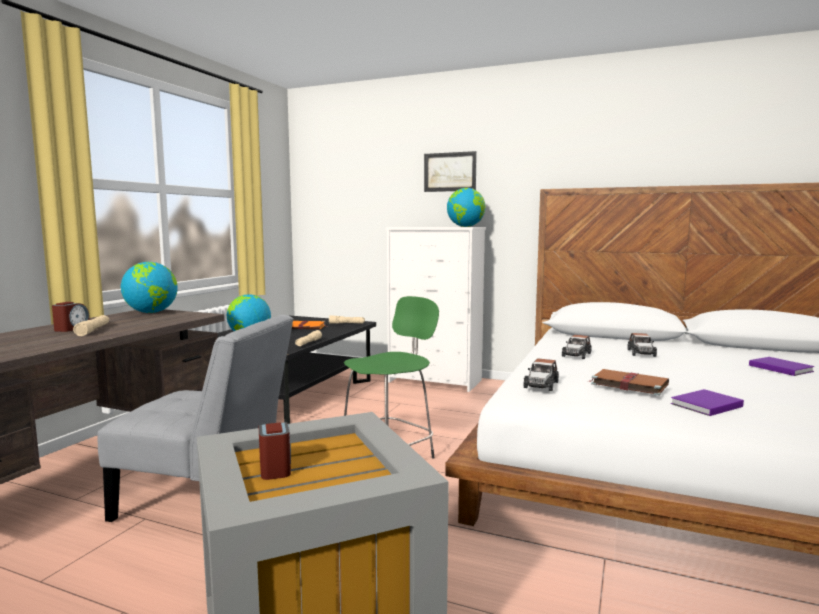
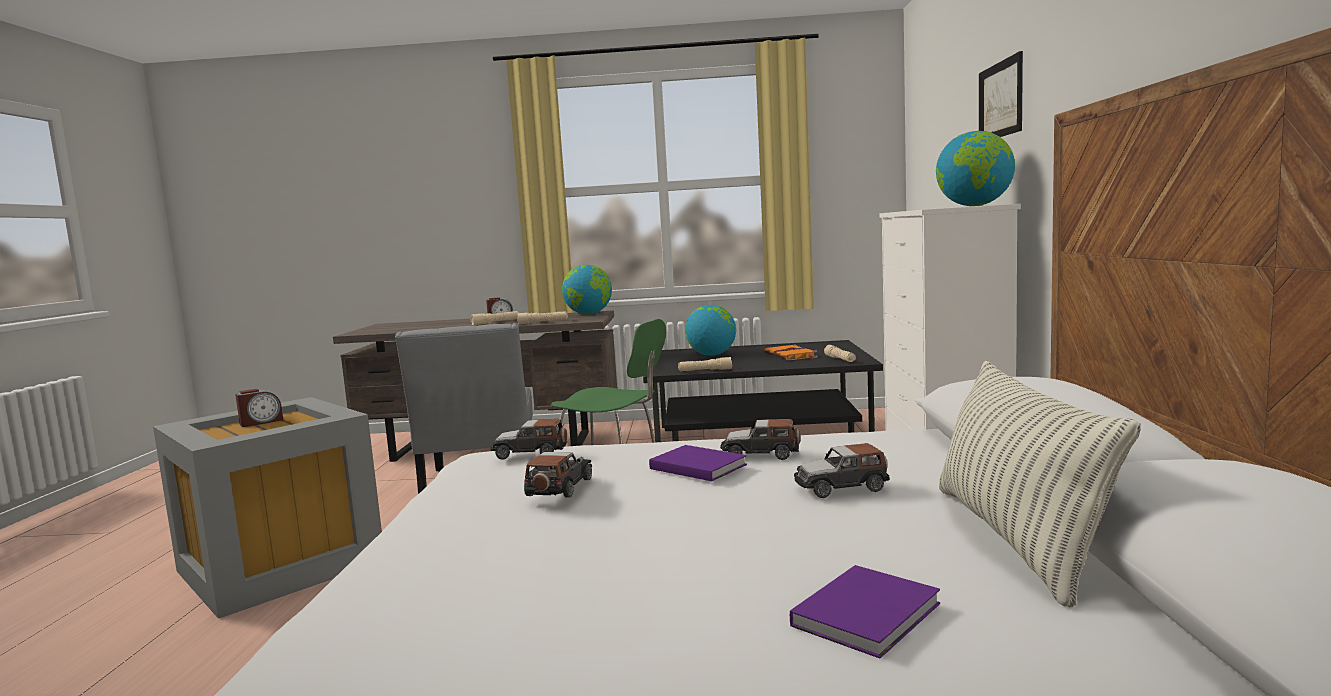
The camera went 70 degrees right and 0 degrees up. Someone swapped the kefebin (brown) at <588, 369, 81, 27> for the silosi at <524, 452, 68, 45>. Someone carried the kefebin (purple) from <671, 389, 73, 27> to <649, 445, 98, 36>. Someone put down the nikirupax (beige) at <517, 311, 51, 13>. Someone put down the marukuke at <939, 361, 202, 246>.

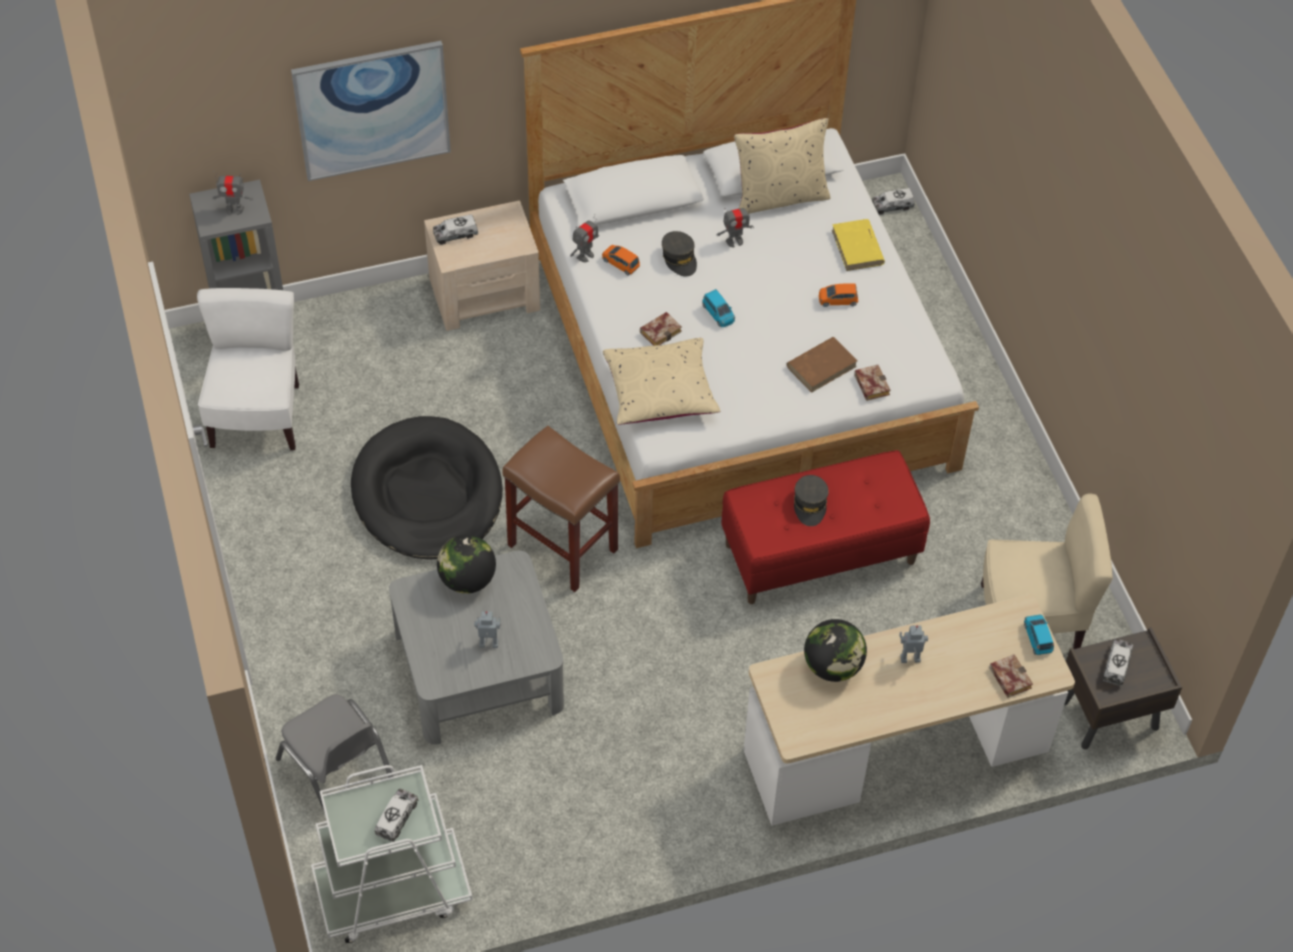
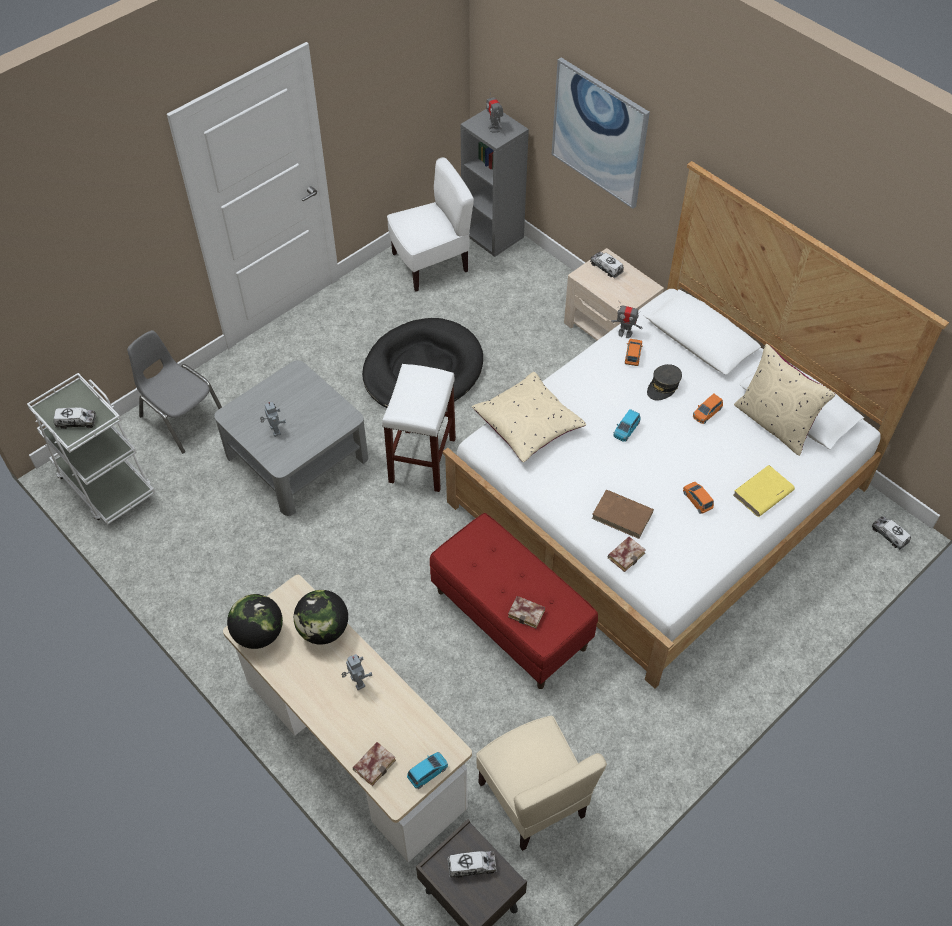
The camera went 65 degrees right and 0 degrees up. Someone rotated the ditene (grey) at <276, 694, 118, 119> by 105 degrees clockwise. Someone carried the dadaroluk from <437, 535, 59, 59> to <227, 594, 56, 55>. Someone repainted the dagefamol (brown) at <503, 425, 117, 167>, which became the dagefamol (white) at <382, 364, 74, 128>. Someone carried the kefebin from <640, 312, 42, 33> to <508, 596, 37, 32>. Someone swapped the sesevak at <716, 204, 38, 43> for the silosi (orange) at <693, 394, 30, 30>. Someone took away the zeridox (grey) at <794, 475, 35, 51>.

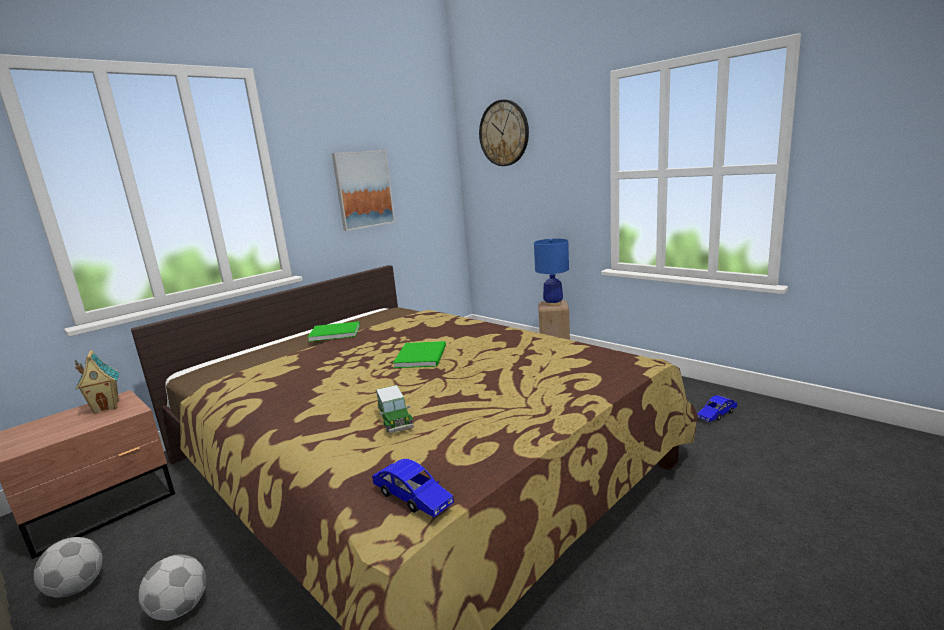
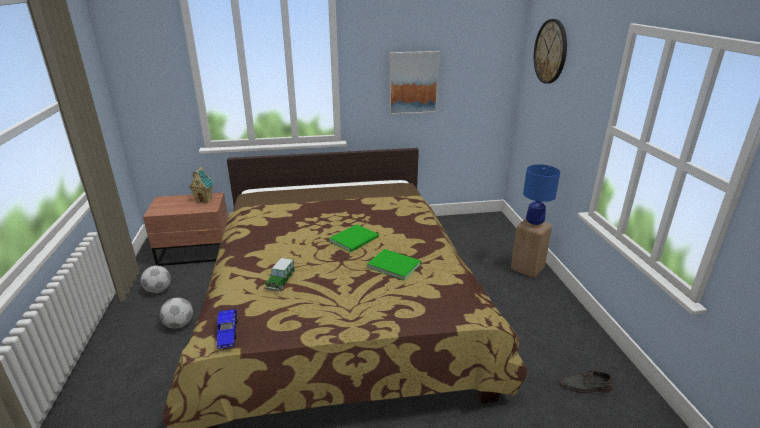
The camera went 35 degrees right and 10 degrees up. Someone carried the kefebin (green) from <308, 321, 52, 21> to <367, 249, 54, 32>. Someone swapped the silosi (blue) at <697, 395, 40, 27> for the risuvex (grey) at <560, 370, 53, 24>.

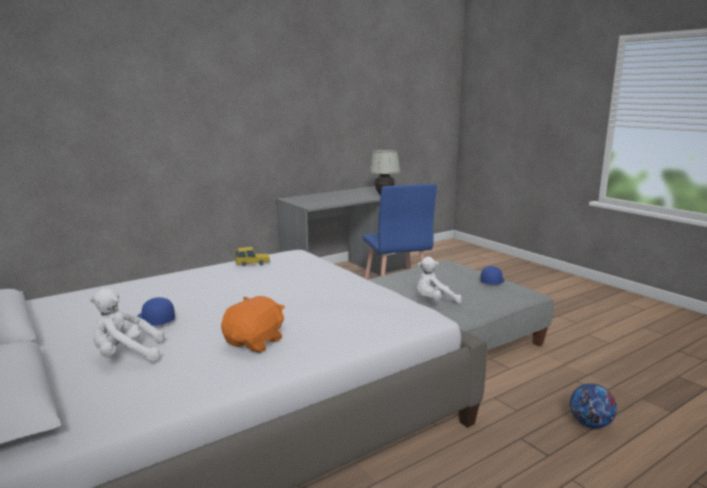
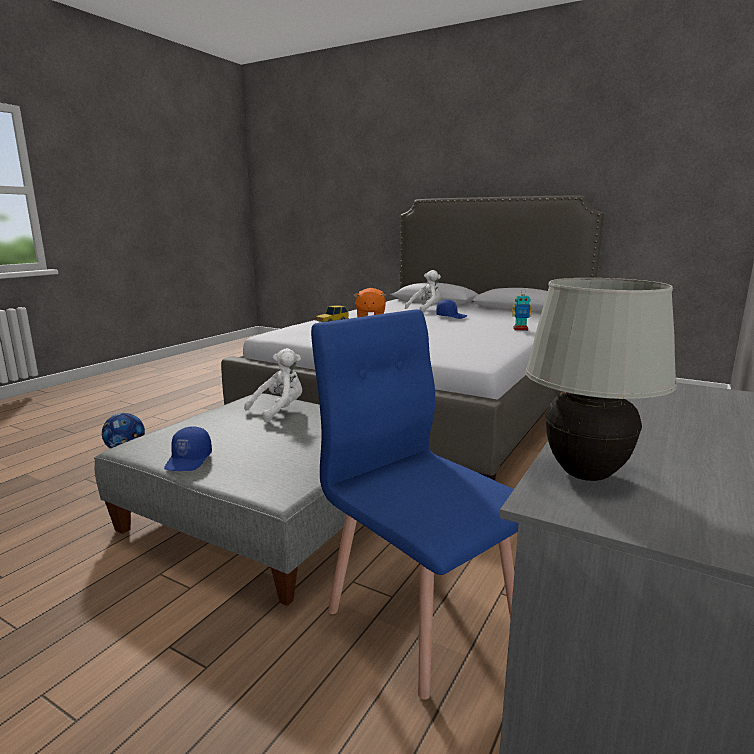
The camera went 155 degrees right and 0 degrees up. Someone carried the silosi from <235, 247, 35, 19> to <315, 305, 34, 17>. Someone put down the sesevak at <512, 289, 20, 42>.

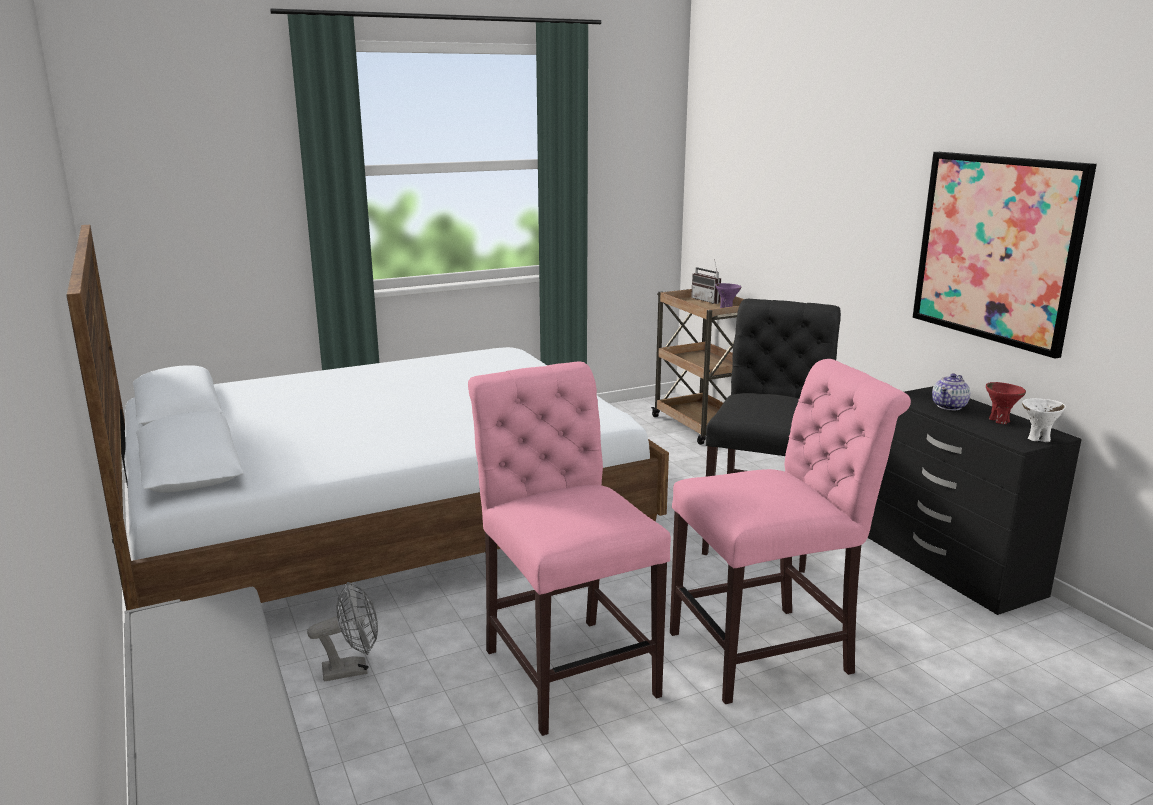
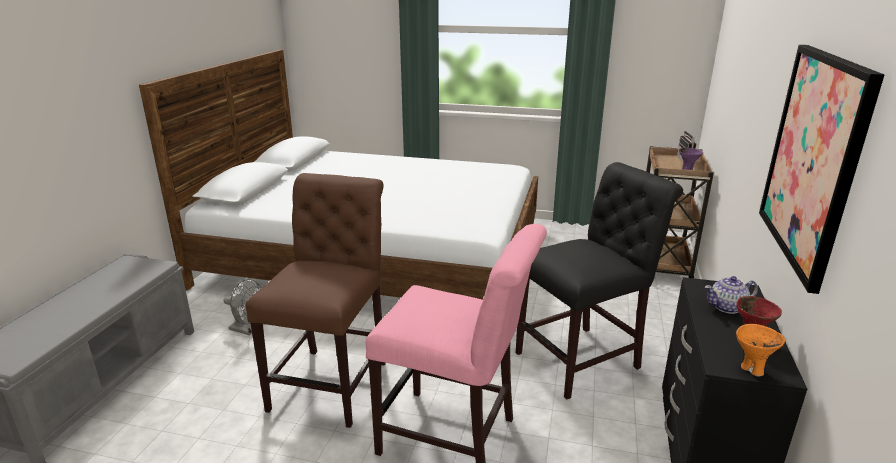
The camera went 40 degrees right and 5 degrees up. Someone repainted the ditene (pink) at <468, 362, 203, 374>, which became the ditene (brown) at <246, 173, 140, 255>. Someone repainted the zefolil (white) at <1022, 398, 44, 44>, which became the zefolil (orange) at <736, 324, 49, 52>.

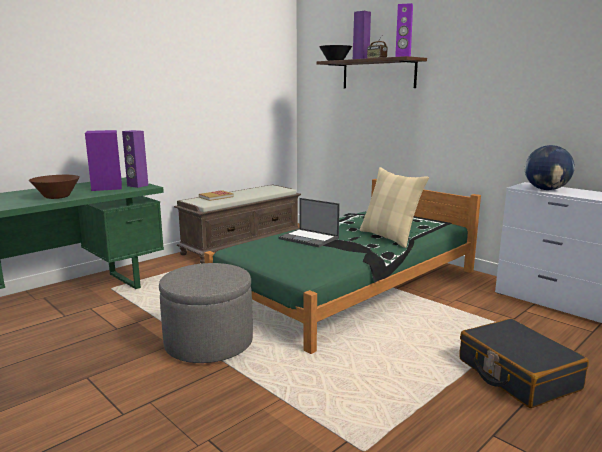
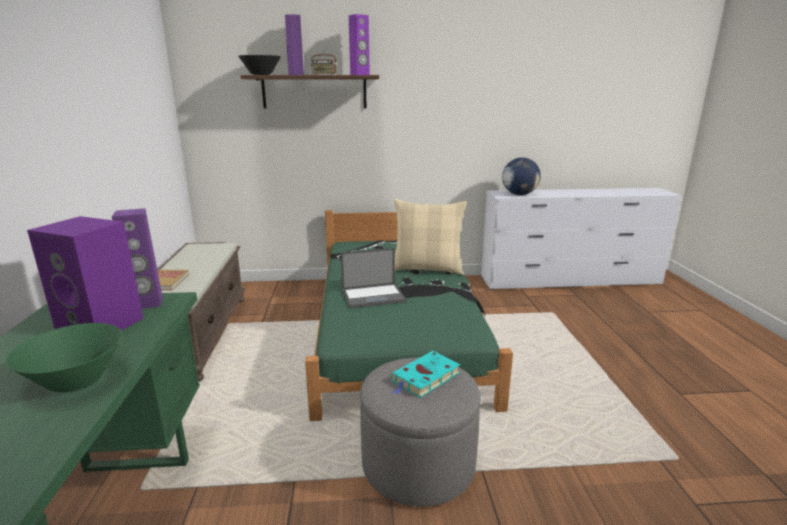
The camera went 50 degrees left and 5 degrees up. Someone repainted the zefolil (brown) at <29, 175, 51, 24>, which became the zefolil (green) at <6, 323, 116, 70>. Someone took away the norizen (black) at <459, 318, 130, 90>. Someone put down the kefebin (turquoise) at <391, 351, 69, 47>.

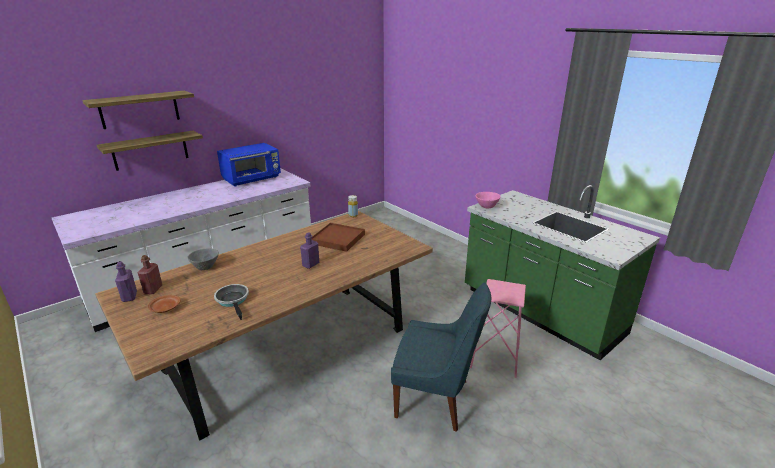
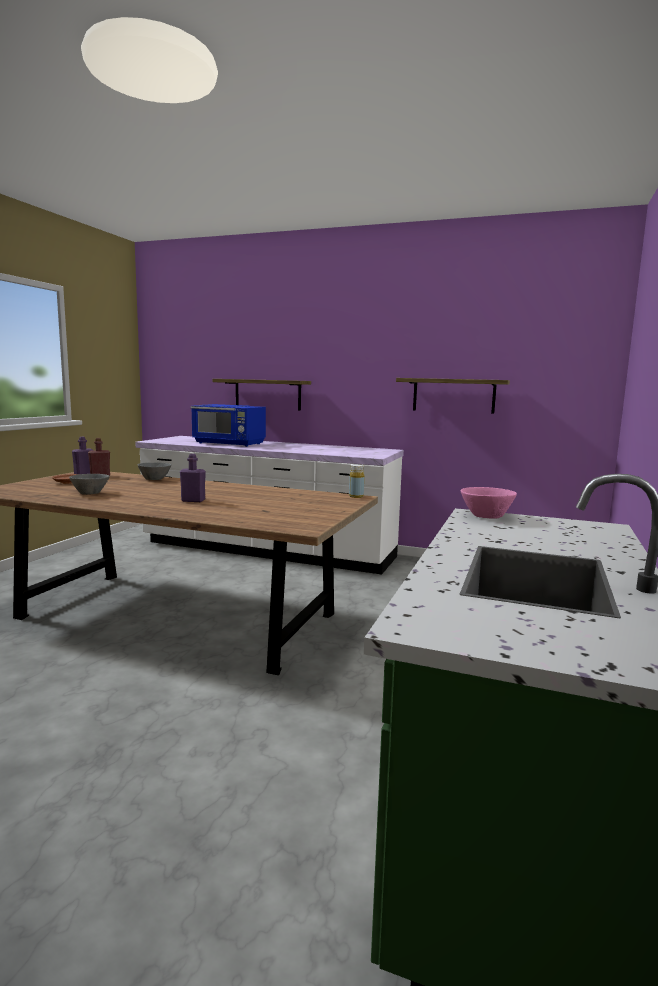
The camera went 60 degrees right and 15 degrees down. Someone carried the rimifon from <82, 91, 112, 38> to <396, 378, 114, 36>. Someone swapped the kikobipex at <214, 284, 35, 36> for the zefolil (grey) at <69, 474, 41, 21>. Someone carried the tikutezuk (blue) from <217, 143, 64, 43> to <191, 404, 75, 43>. Someone took away the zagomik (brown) at <312, 223, 53, 29>. Someone took away the ditene (blue) at <391, 283, 100, 149>. Someone took away the dagefamol (pink) at <470, 279, 56, 99>.

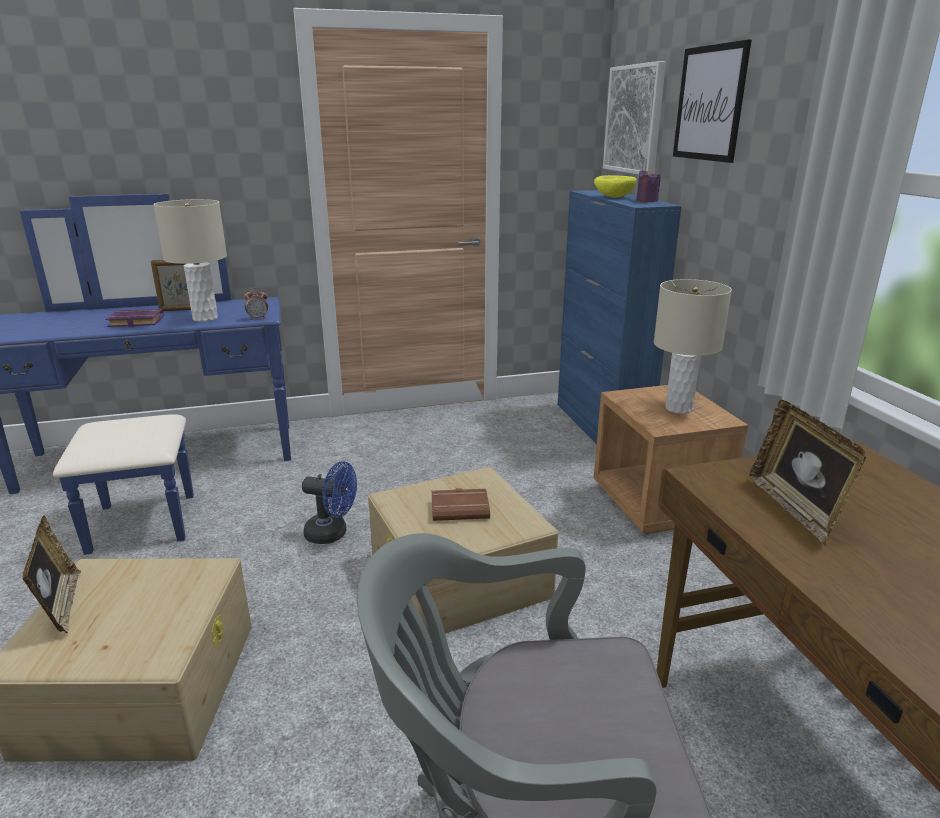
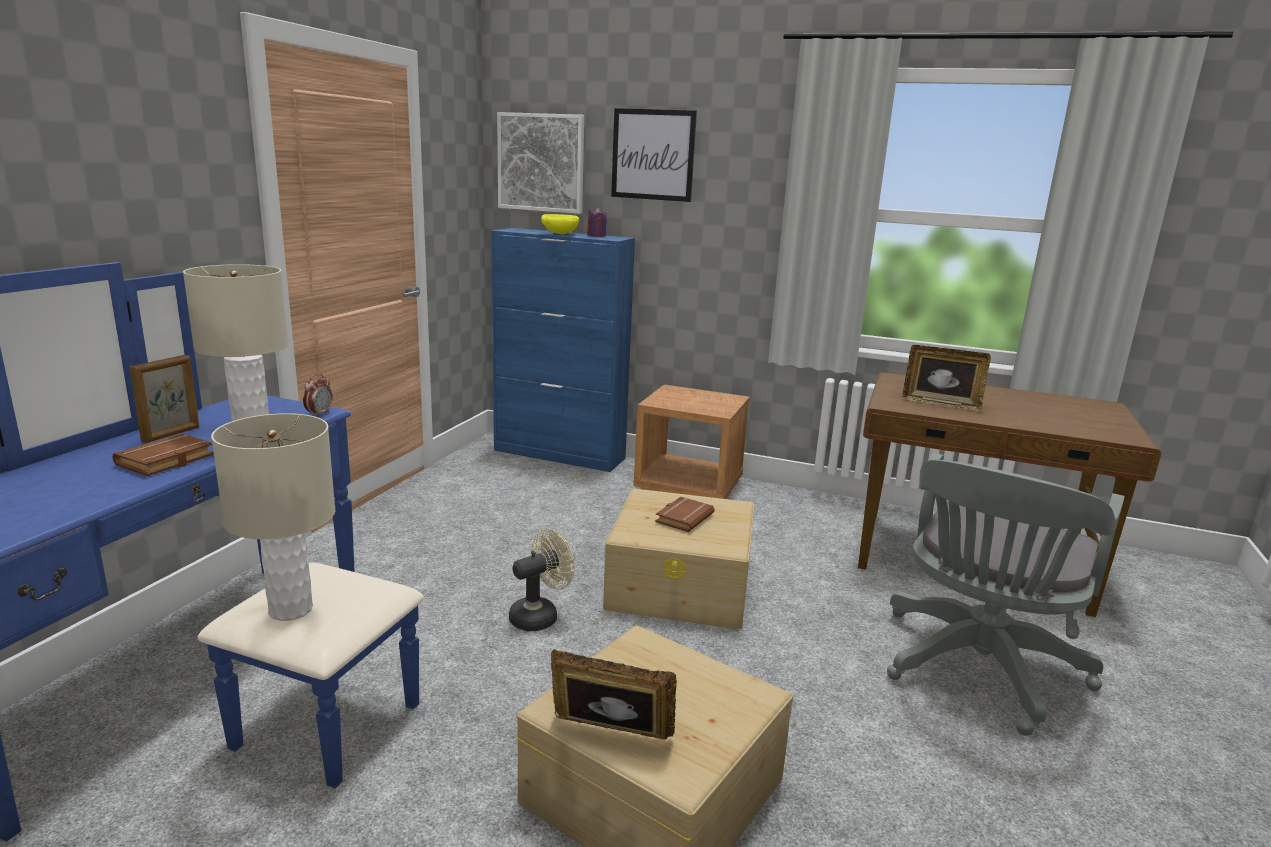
The camera went 55 degrees left and 5 degrees down. Someone repainted the kefebin (purple) at <105, 309, 59, 18>, which became the kefebin (brown) at <113, 434, 101, 42>. Someone repainted the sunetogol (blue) at <302, 461, 55, 83>, which became the sunetogol (beige) at <509, 529, 66, 102>. Someone carried the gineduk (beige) from <654, 279, 78, 135> to <211, 413, 124, 208>.

